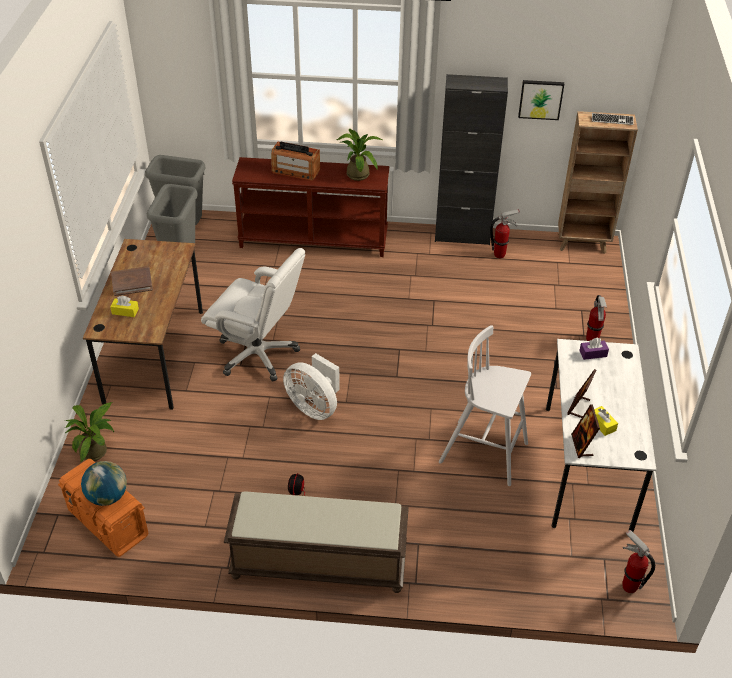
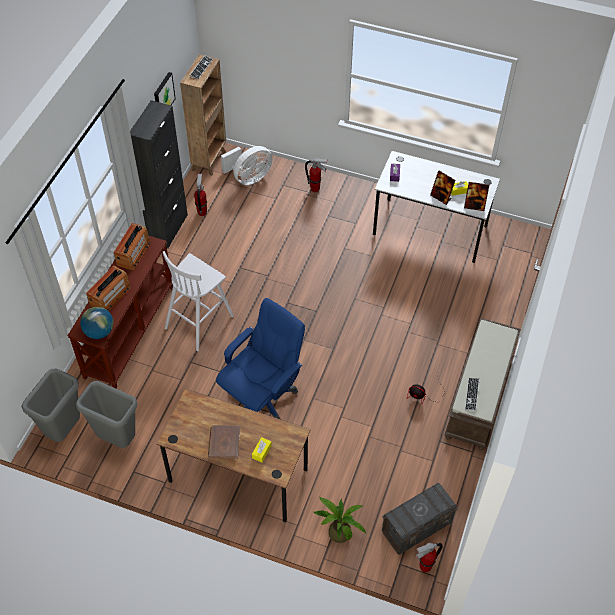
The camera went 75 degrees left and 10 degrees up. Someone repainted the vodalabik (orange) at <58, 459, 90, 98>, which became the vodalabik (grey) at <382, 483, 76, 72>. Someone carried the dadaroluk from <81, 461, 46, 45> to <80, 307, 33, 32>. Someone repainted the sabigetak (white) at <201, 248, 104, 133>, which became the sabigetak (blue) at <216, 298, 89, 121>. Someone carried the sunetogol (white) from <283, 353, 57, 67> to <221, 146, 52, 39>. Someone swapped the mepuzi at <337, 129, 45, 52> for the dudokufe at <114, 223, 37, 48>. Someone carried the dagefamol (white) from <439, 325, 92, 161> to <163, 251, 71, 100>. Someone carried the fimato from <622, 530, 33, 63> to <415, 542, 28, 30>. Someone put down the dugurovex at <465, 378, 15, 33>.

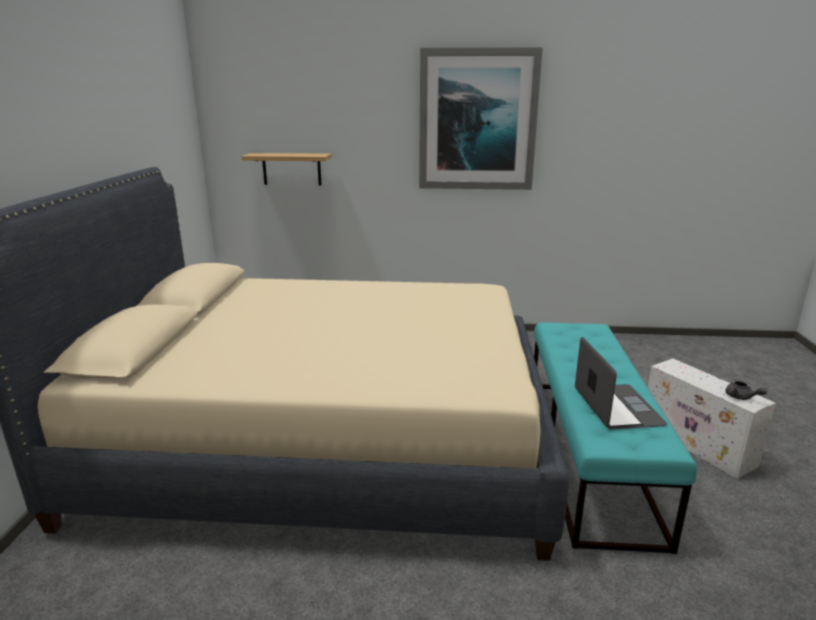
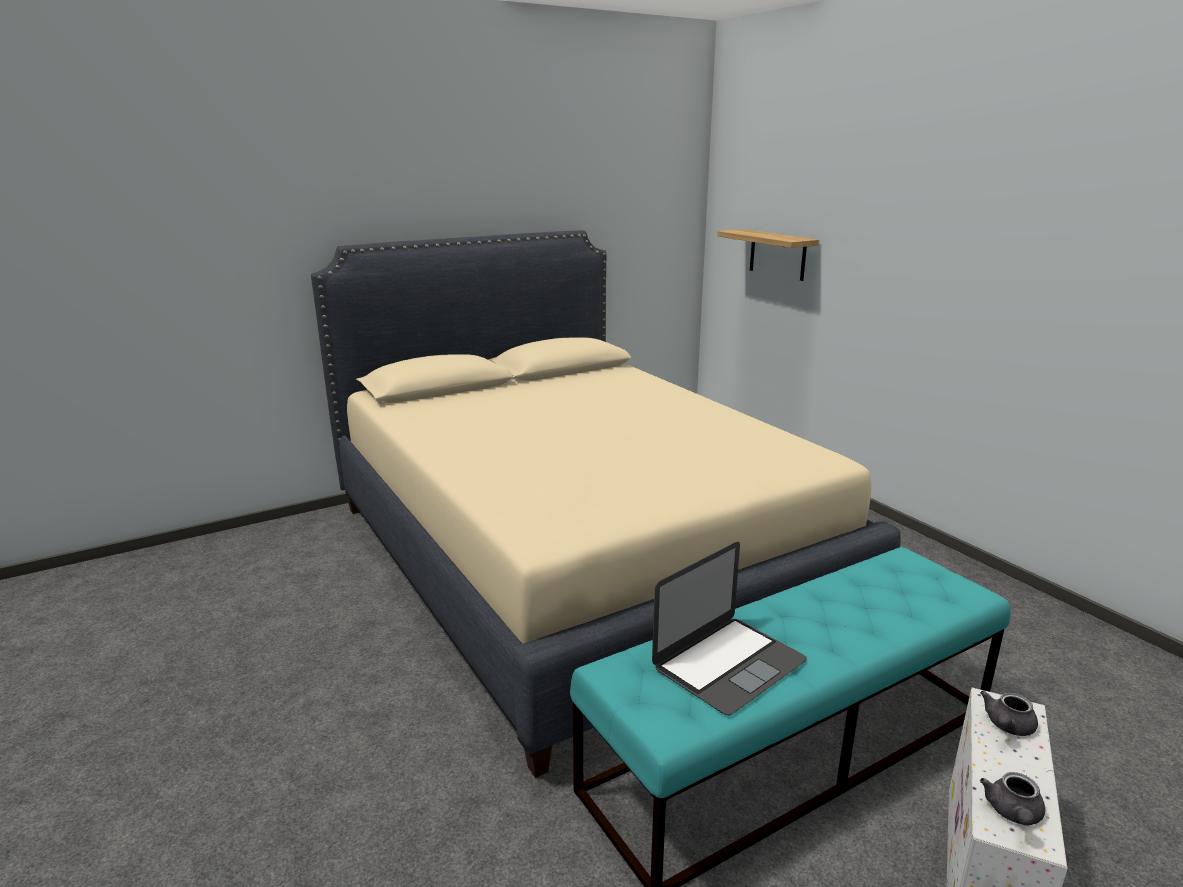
The camera went 55 degrees right and 0 degrees up. Someone took away the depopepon at <419, 47, 124, 143>. Someone put down the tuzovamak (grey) at <980, 691, 58, 45>.

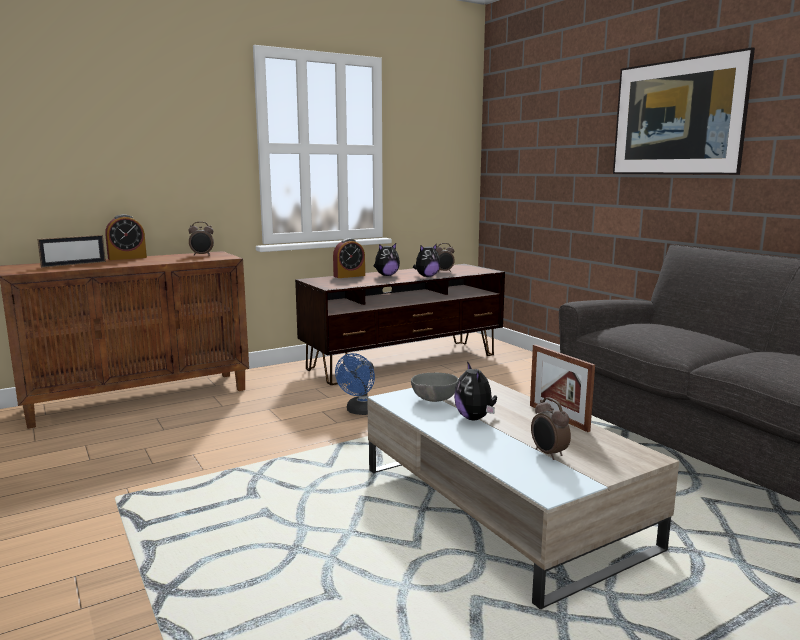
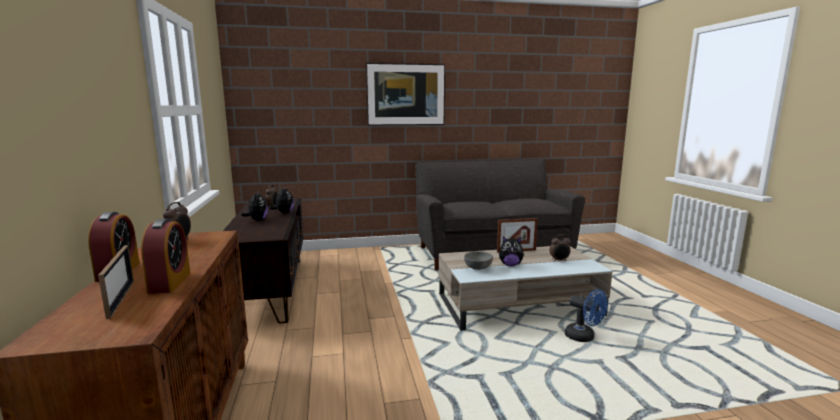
The camera went 70 degrees left and 0 degrees up. Someone carried the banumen from <333, 239, 32, 39> to <141, 219, 49, 75>. Someone carried the sunetogol (blue) from <335, 353, 40, 62> to <565, 289, 42, 53>.

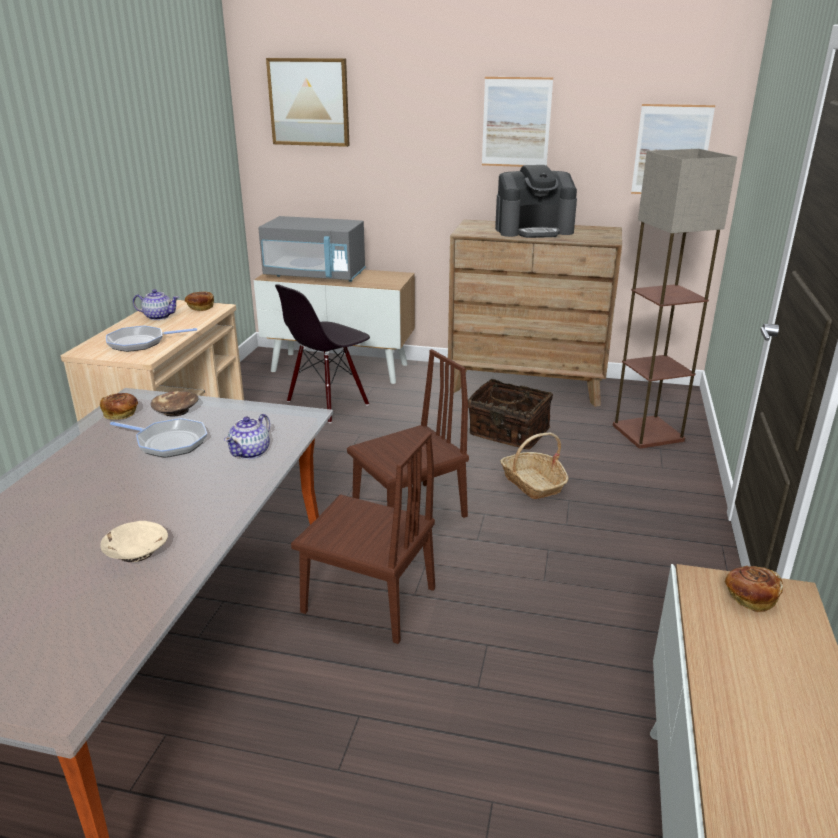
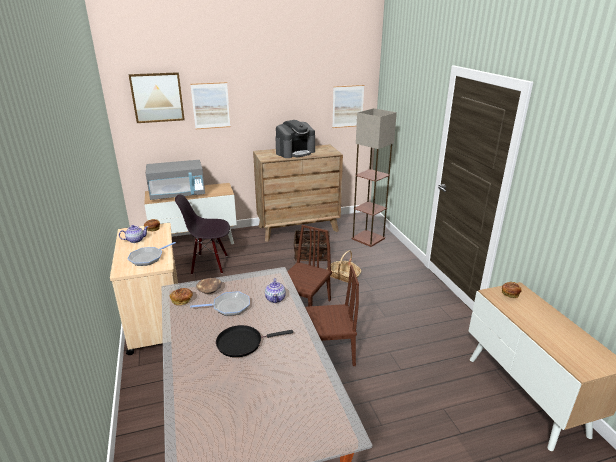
The camera went 30 degrees left and 0 degrees up. Someone took away the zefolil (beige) at <100, 521, 68, 41>. Someone rotated the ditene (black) at <275, 285, 95, 138> by 75 degrees clockwise. Someone carried the depopepon from <482, 77, 71, 90> to <190, 82, 41, 47>. Someone put down the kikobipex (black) at <216, 325, 77, 32>.

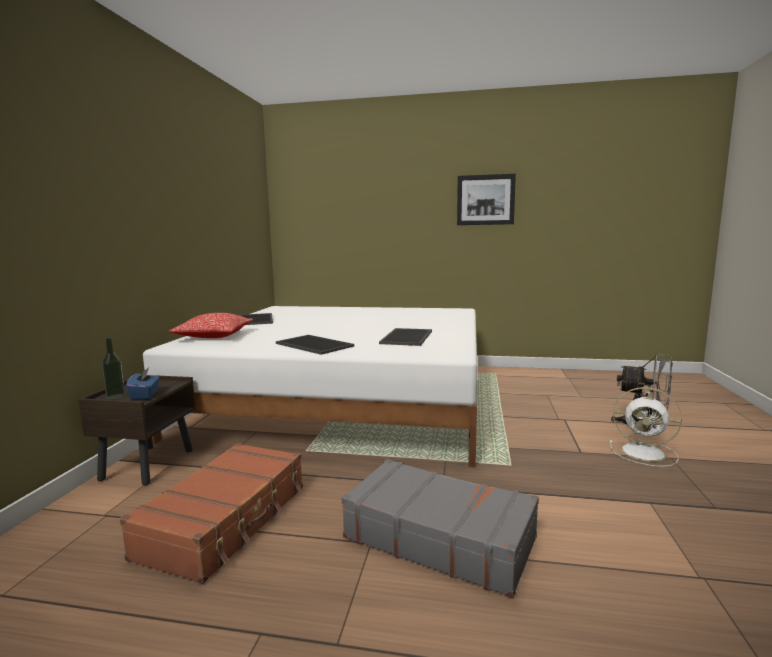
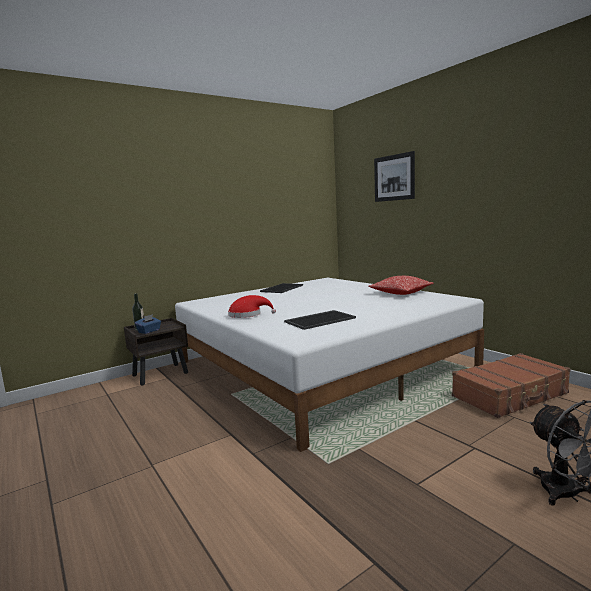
The camera went 45 degrees right and 0 degrees up. Someone carried the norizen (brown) from <120, 443, 183, 141> to <452, 353, 119, 65>. Someone carried the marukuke from <169, 313, 84, 25> to <368, 276, 66, 19>. Someone swapped the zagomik at <276, 335, 78, 20> for the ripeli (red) at <228, 295, 48, 23>. Someone took away the norizen (grey) at <342, 459, 197, 139>. Someone carried the depopepon from <457, 174, 59, 51> to <374, 151, 41, 51>. Someone took away the sunetogol (white) at <610, 387, 72, 80>.

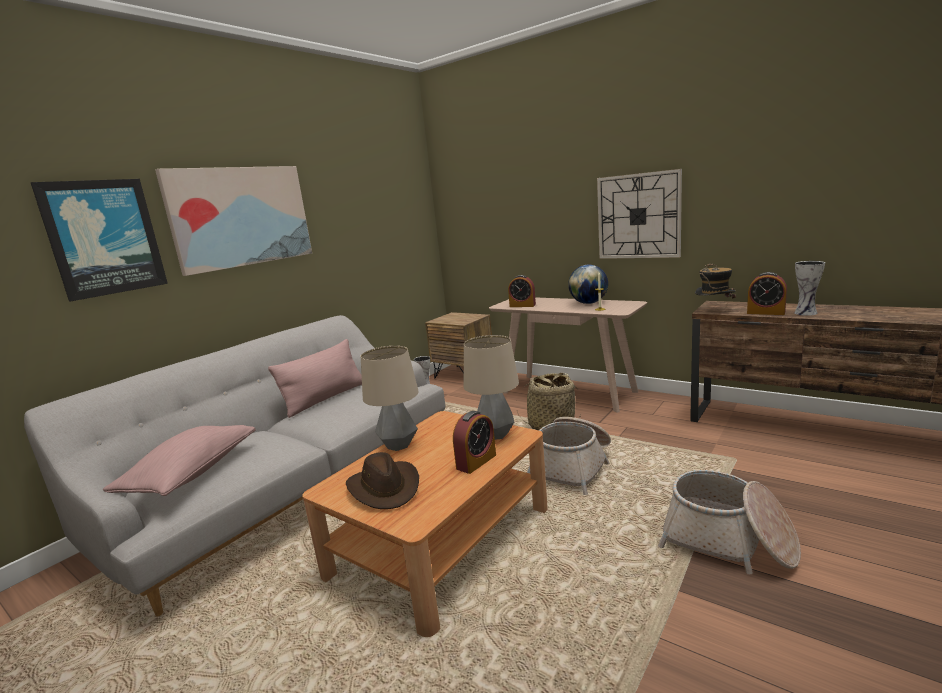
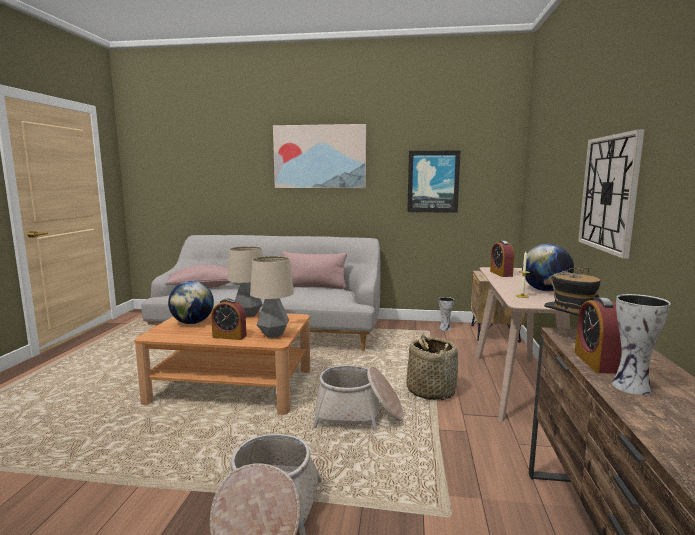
The camera went 60 degrees right and 5 degrees down. Someone carried the depopepon from <31, 179, 137, 123> to <407, 150, 54, 63>. Someone swapped the ripeli (brown) at <346, 452, 73, 57> for the dadaroluk at <168, 281, 46, 43>.

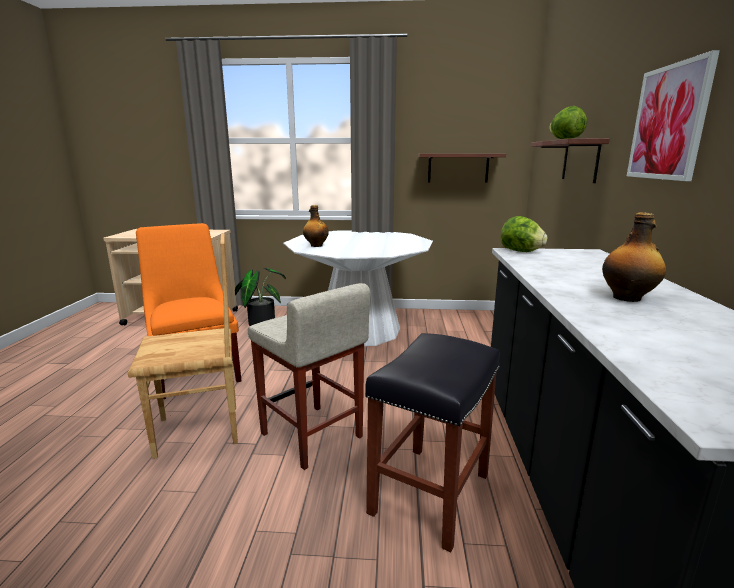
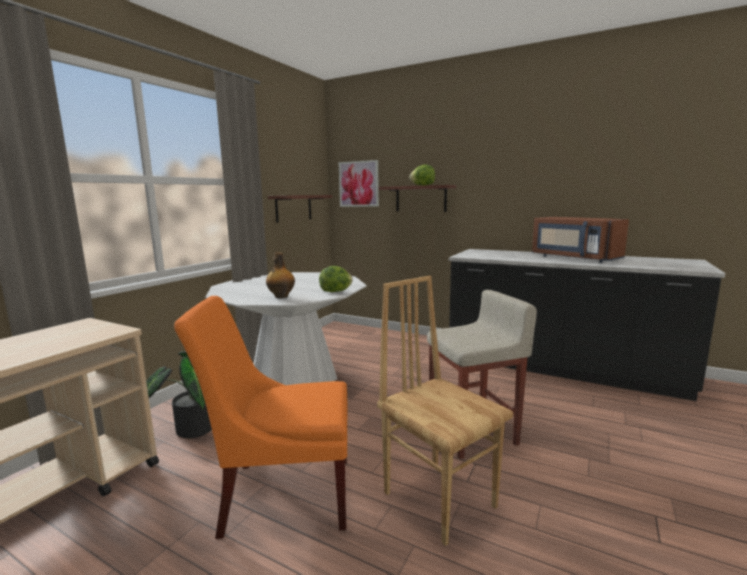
The camera went 65 degrees left and 5 degrees down. Someone rotated the ditene (brown) at <127, 233, 111, 226> by 45 degrees counterclockwise. Someone took away the dagefamol (black) at <365, 333, 135, 219>. Someone carried the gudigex from <501, 216, 46, 36> to <319, 266, 34, 26>. Someone swapped the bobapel at <602, 212, 64, 90> for the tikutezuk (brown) at <532, 217, 97, 46>. Someone carried the depopepon from <627, 50, 93, 131> to <339, 160, 40, 47>.

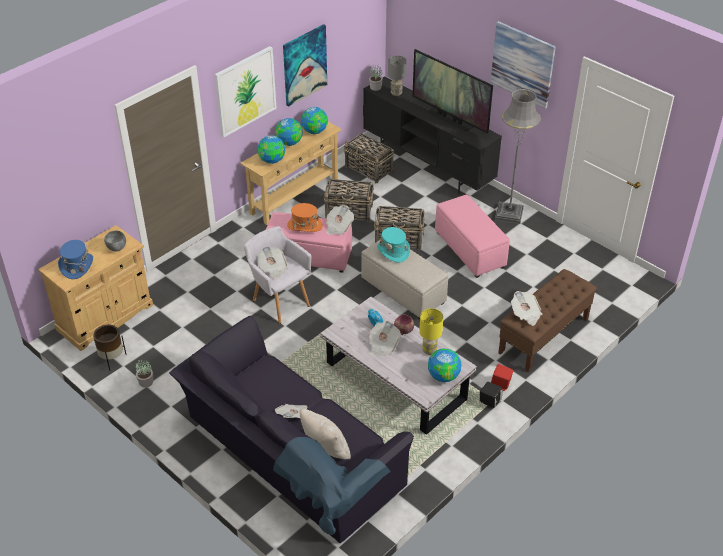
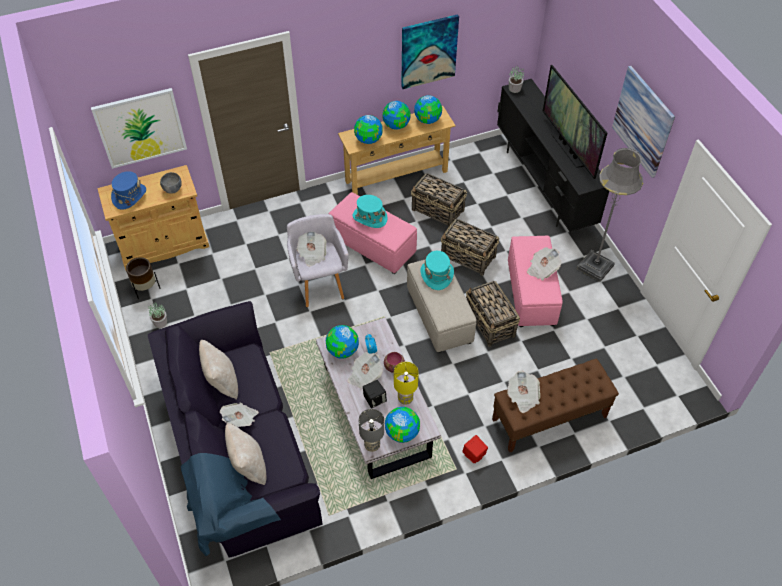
The camera went 25 degrees right and 10 degrees up. Someone carried the depopepon from <215, 46, 62, 92> to <91, 88, 96, 81>. Someone repainted the ripeli (orange) at <287, 203, 36, 29>, which became the ripeli (turquoise) at <353, 195, 34, 33>. Someone carried the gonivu from <326, 205, 28, 30> to <527, 247, 34, 33>. Someone carried the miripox from <344, 133, 50, 50> to <466, 281, 54, 66>. Someone carried the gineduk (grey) from <388, 55, 19, 41> to <359, 409, 25, 43>. Someone carried the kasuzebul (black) from <480, 382, 22, 28> to <363, 380, 24, 29>. Someone put down the marukuke (beige) at <199, 340, 39, 59>. Someone put down the dadaroluk at <326, 325, 33, 34>.

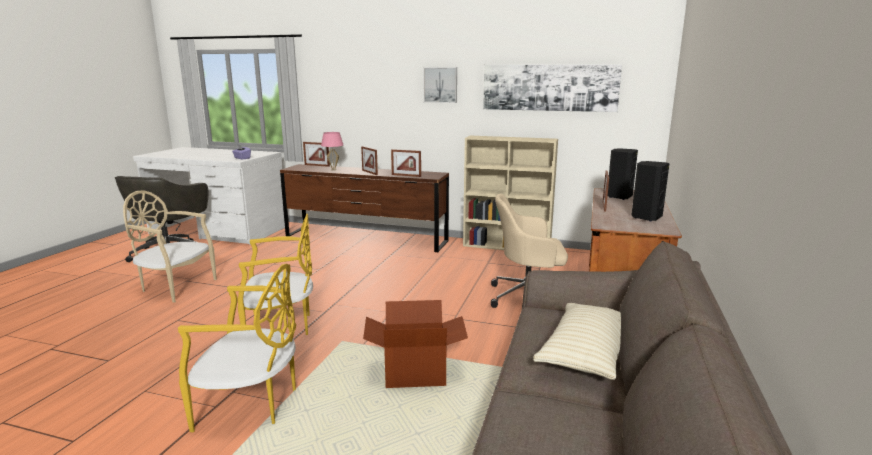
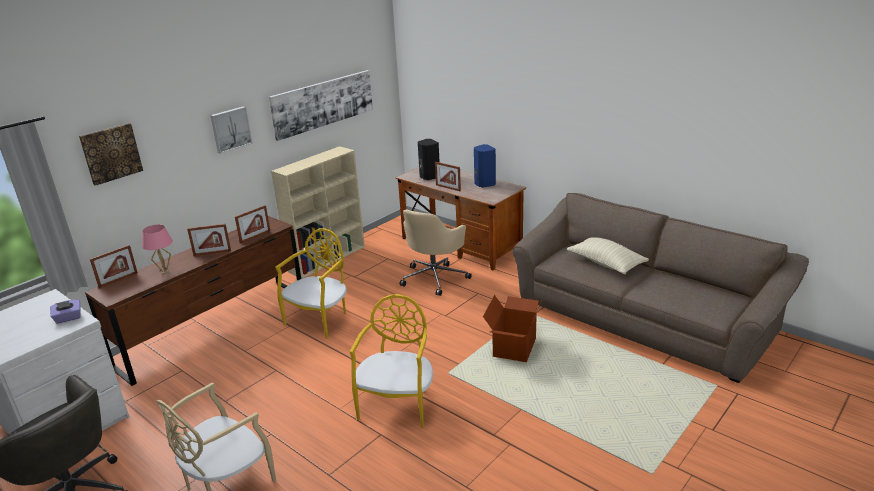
The camera went 65 degrees left and 10 degrees up. Someone carried the ditene (yellow) from <178, 264, 118, 168> to <276, 228, 71, 111>. Someone repainted the kasuzebul (black) at <632, 161, 38, 60>, which became the kasuzebul (blue) at <474, 144, 22, 44>. Someone put up the depopepon at <79, 123, 64, 63>.

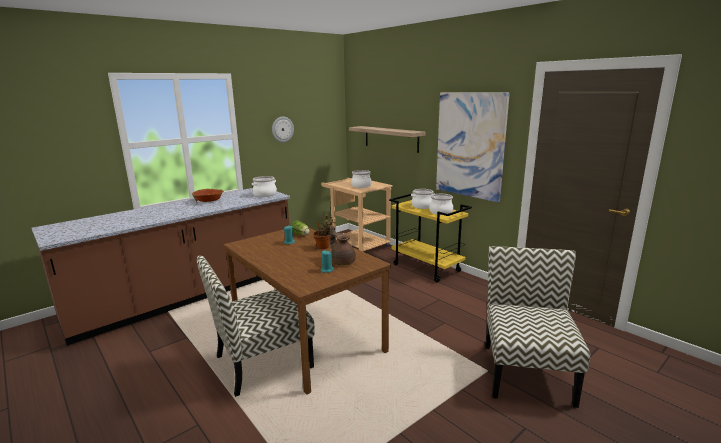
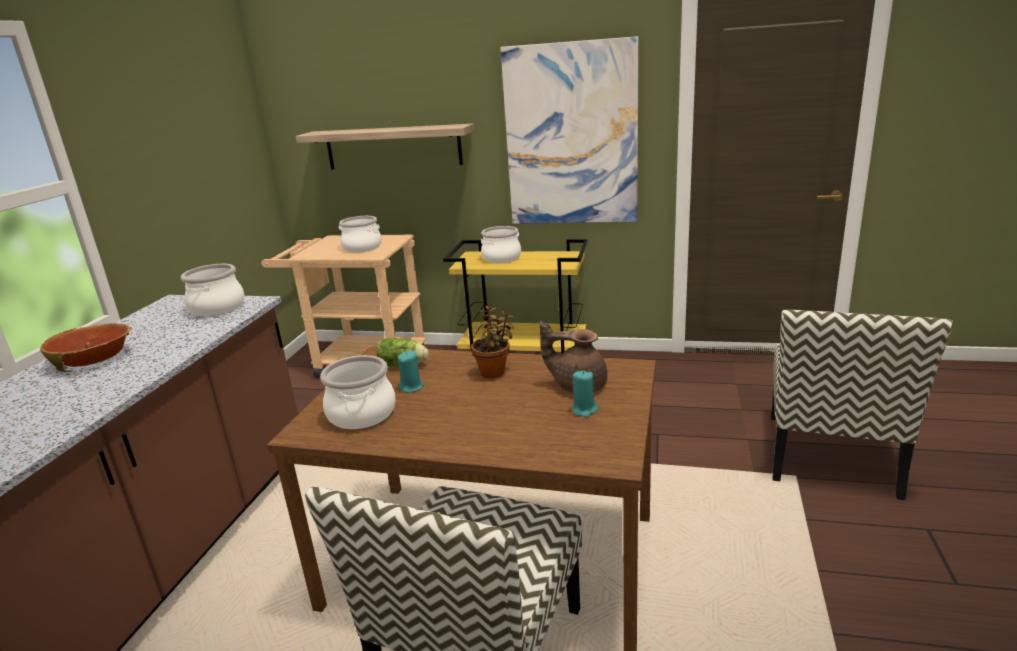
The camera went 35 degrees left and 5 degrees up. Someone took away the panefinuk at <272, 117, 22, 25>. Someone carried the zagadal from <429, 194, 24, 21> to <320, 355, 76, 74>. Someone rotated the ditene at <485, 246, 106, 162> by 135 degrees counterclockwise.

